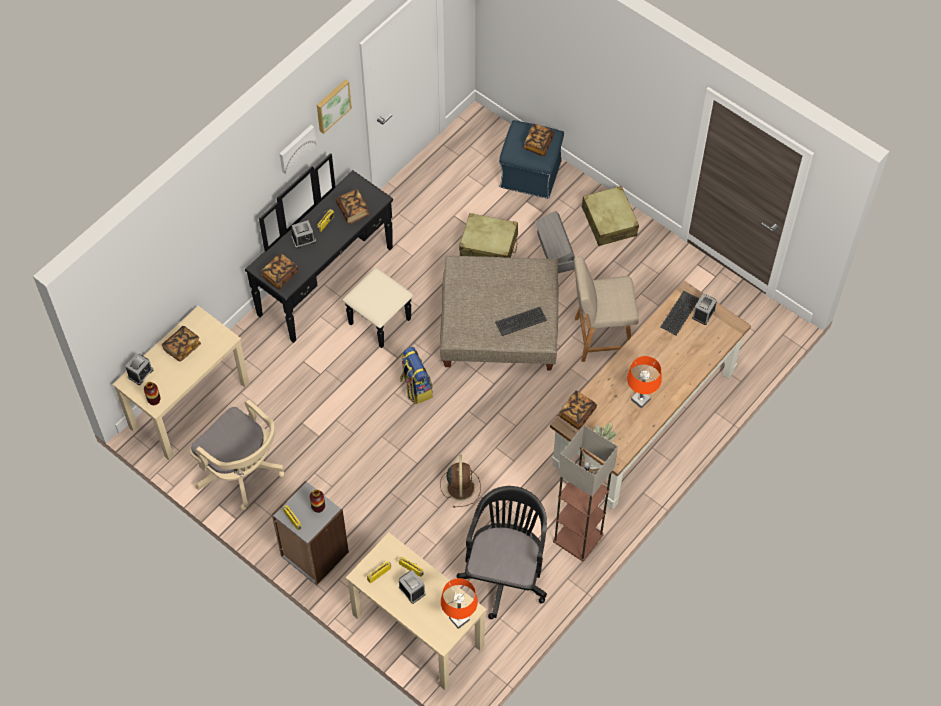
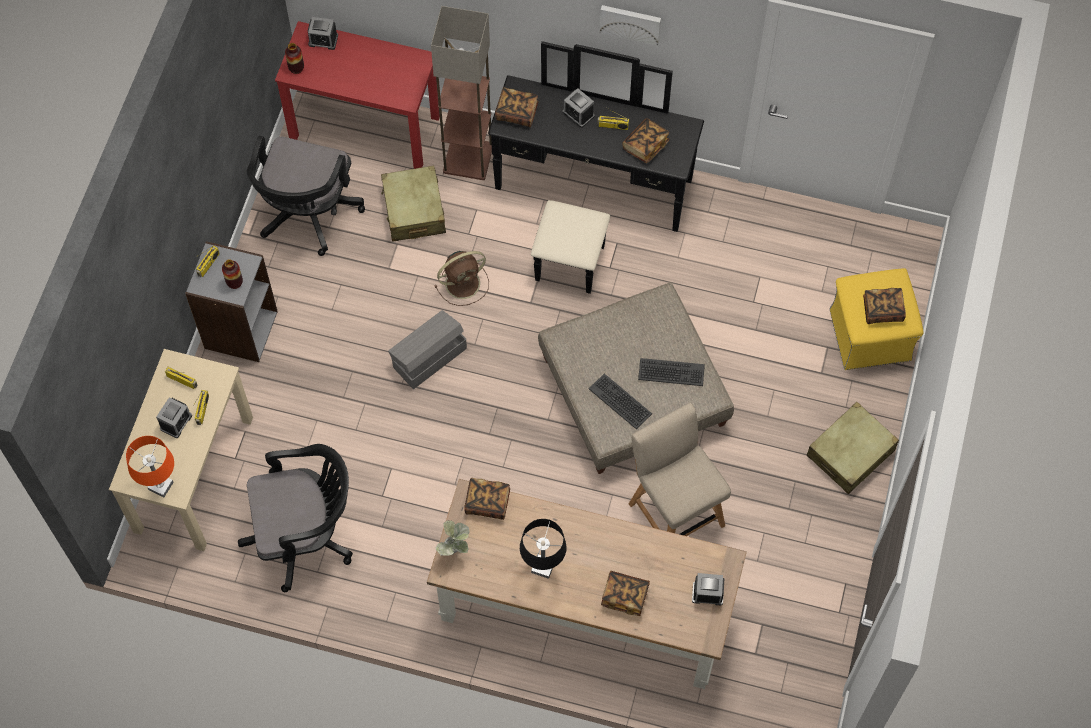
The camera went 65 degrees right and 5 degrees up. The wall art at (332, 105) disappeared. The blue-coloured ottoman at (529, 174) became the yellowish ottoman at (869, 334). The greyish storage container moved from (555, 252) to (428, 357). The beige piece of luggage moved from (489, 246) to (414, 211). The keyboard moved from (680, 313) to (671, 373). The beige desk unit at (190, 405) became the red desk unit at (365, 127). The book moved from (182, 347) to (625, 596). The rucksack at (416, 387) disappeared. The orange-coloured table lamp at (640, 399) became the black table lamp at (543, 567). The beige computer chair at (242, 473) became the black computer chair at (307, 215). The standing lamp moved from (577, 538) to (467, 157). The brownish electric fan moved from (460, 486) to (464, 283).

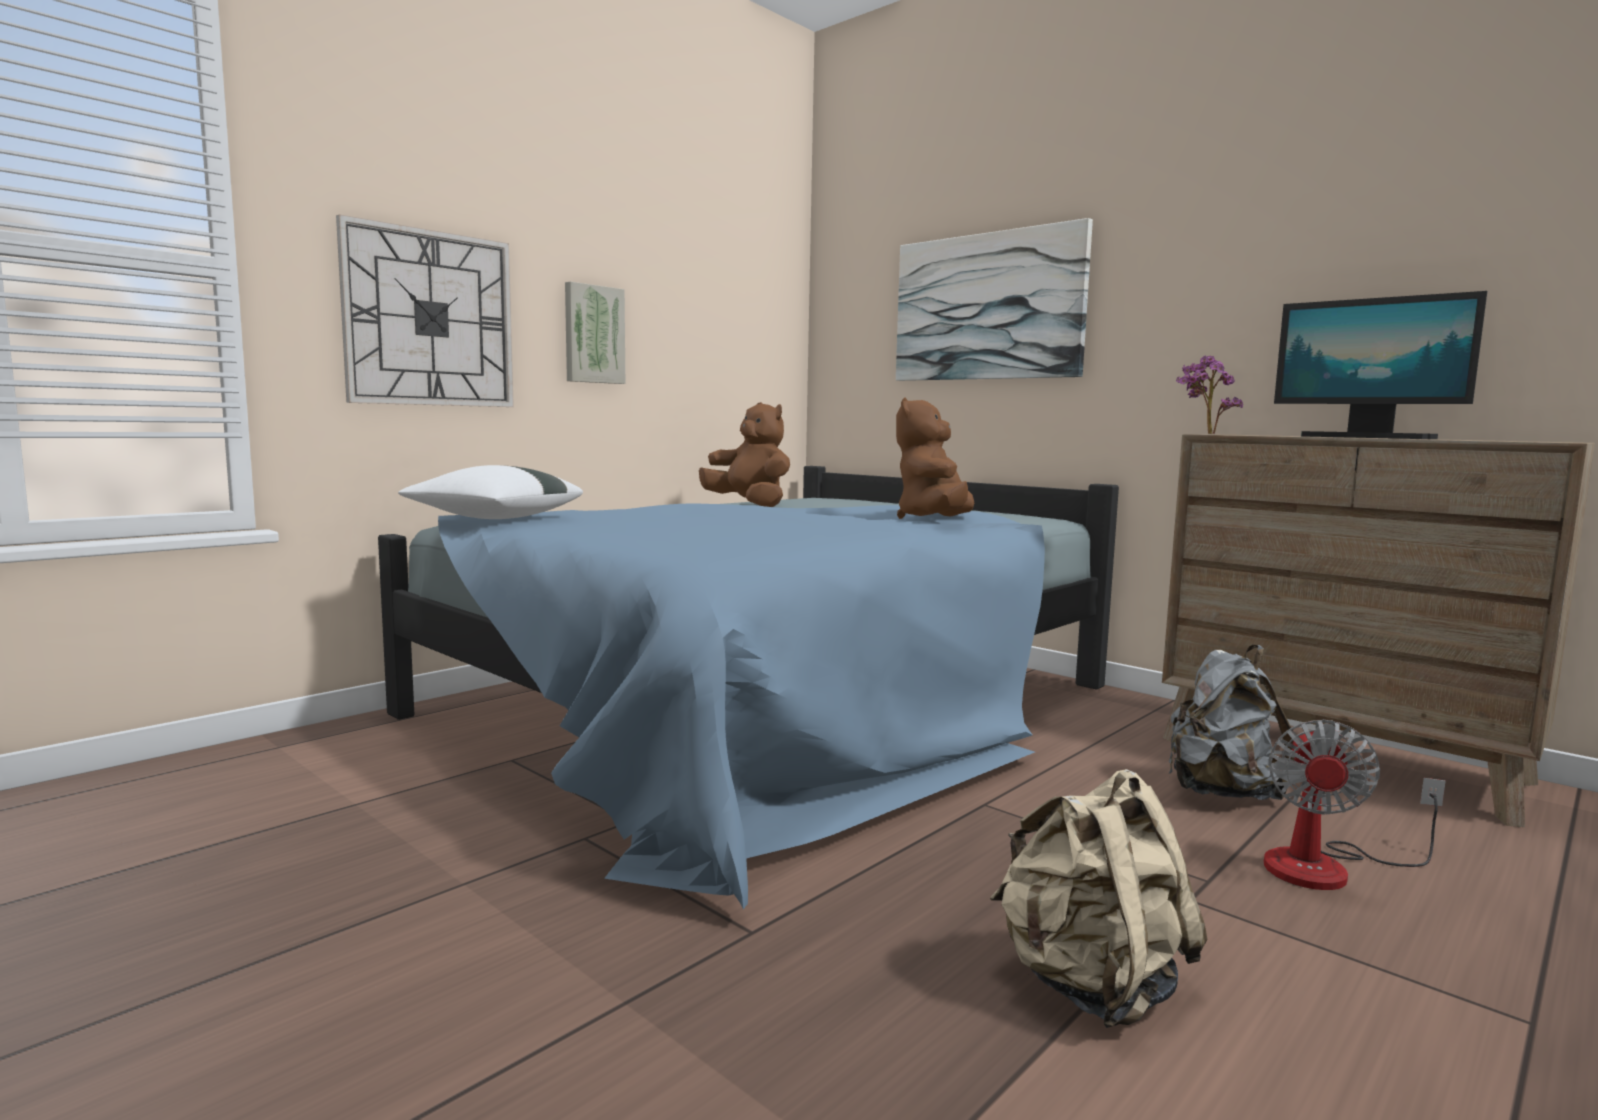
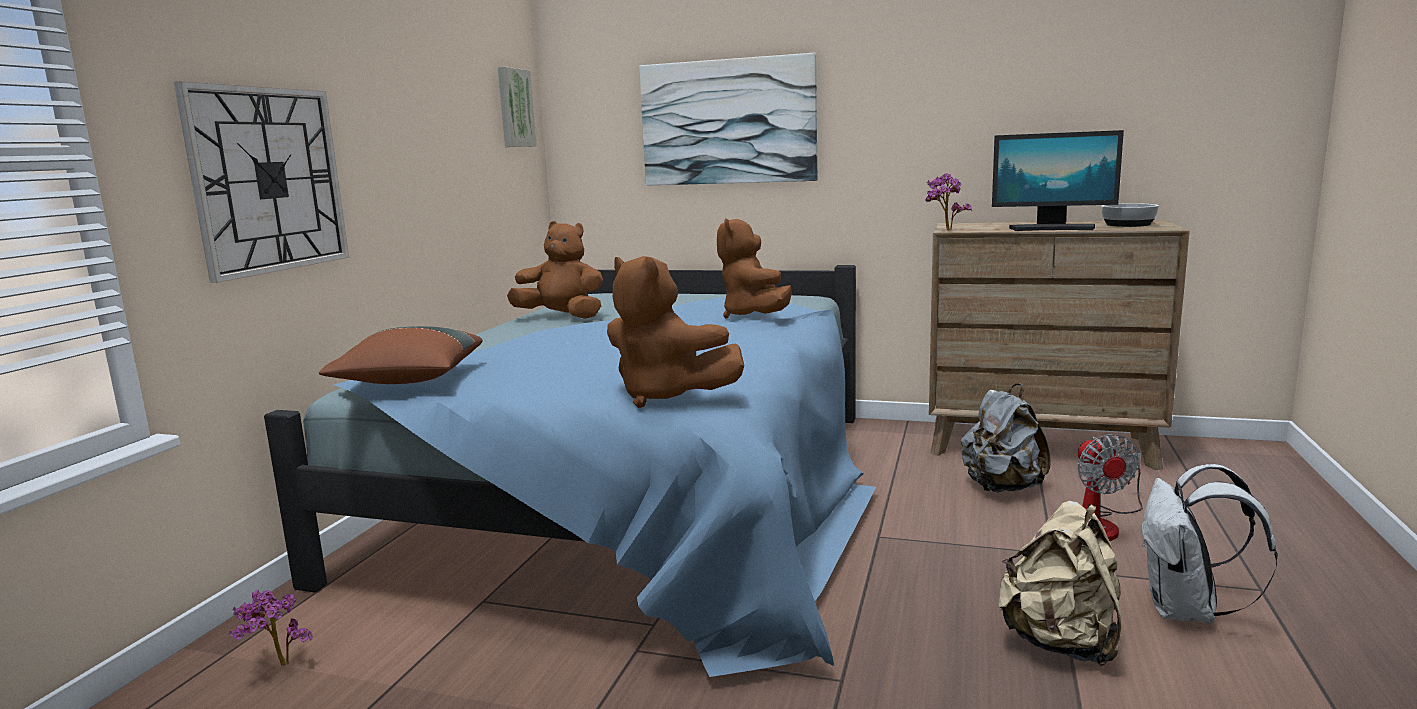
The camera went 25 degrees left and 5 degrees up. The wall art moved from (593, 334) to (514, 108). The white-coloured throw pillow at (493, 519) became the brownish throw pillow at (408, 380). The serving bowl at (1127, 224) appeared. The brownish soft toy at (666, 396) appeared. The white-coloured rucksack at (1186, 611) appeared. The potted plant at (277, 667) appeared.

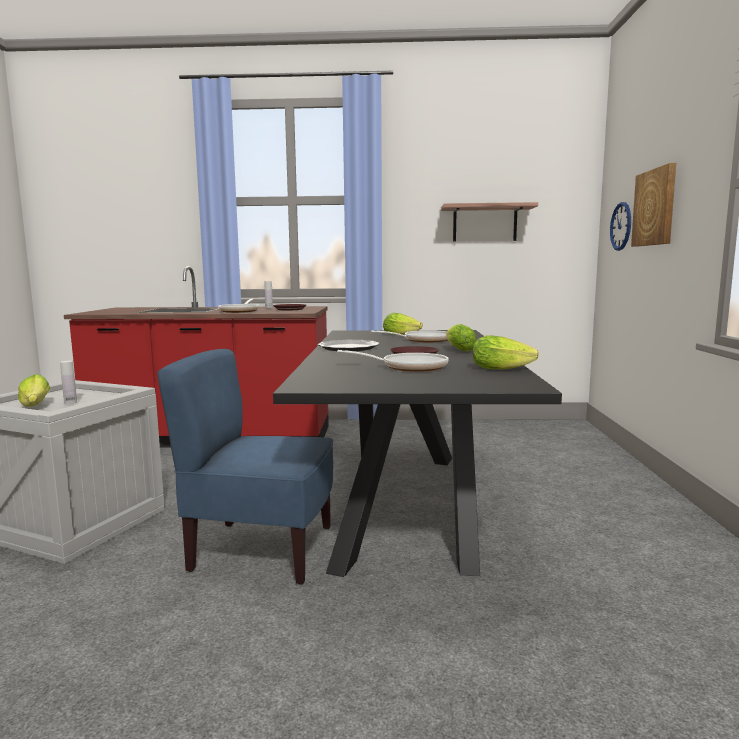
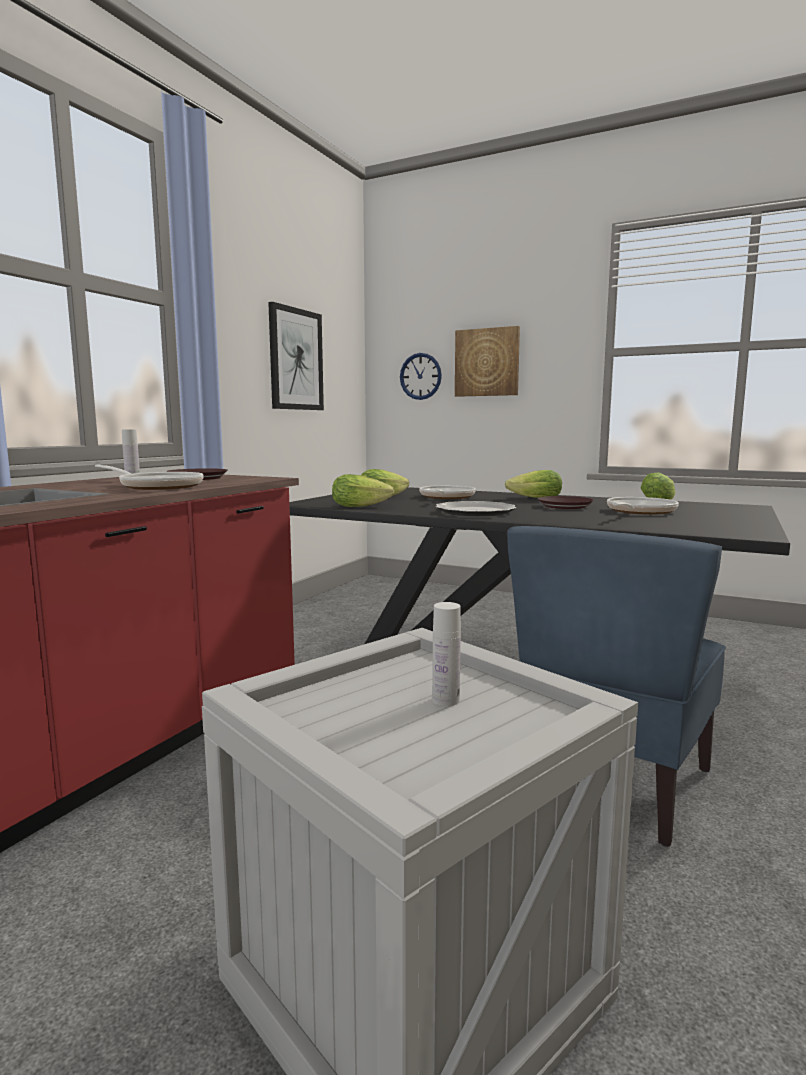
The camera went 65 degrees left and 0 degrees up. The shelf at (484, 223) was replaced by the wall art at (295, 359). The head of lettuce moved from (35, 406) to (363, 506).

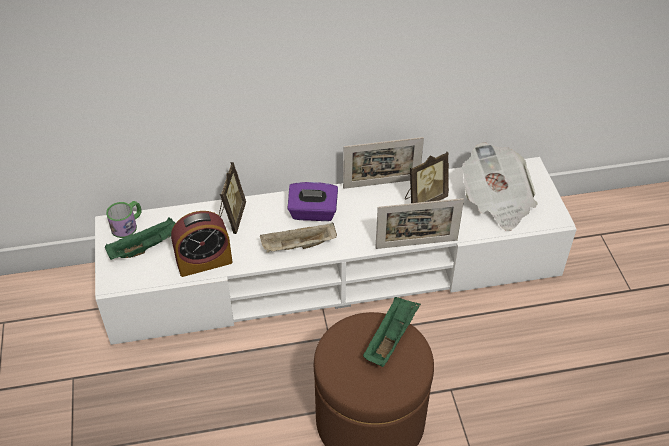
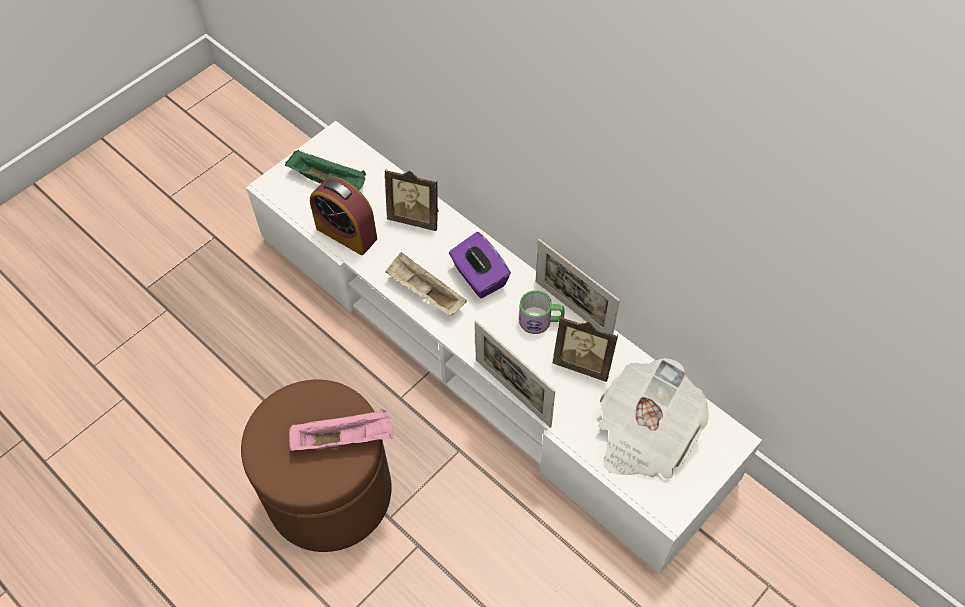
The camera went 55 degrees right and 10 degrees up. The photo frame at (230, 218) turned 45 degrees clockwise. The coffee mug moved from (128, 225) to (541, 321). The green serving tray at (390, 338) became the pinkish serving tray at (344, 438).

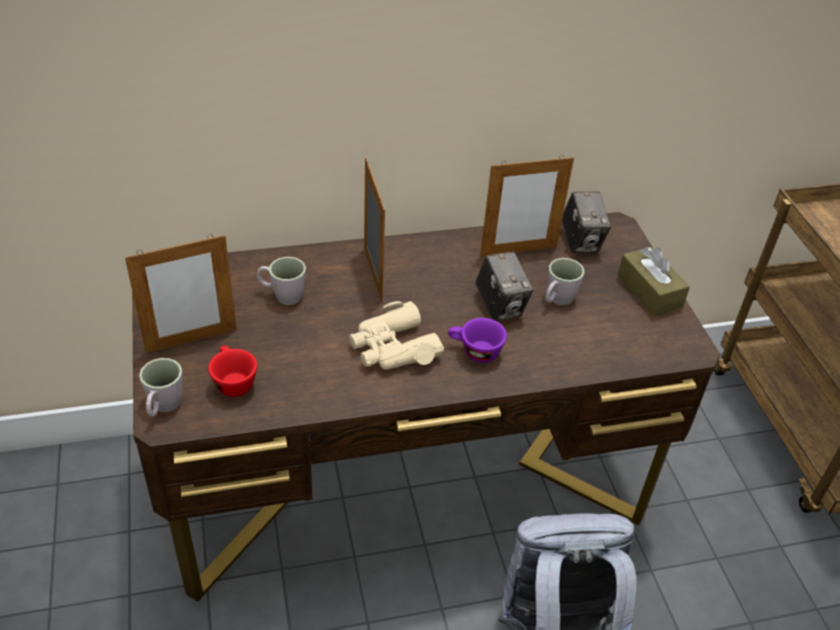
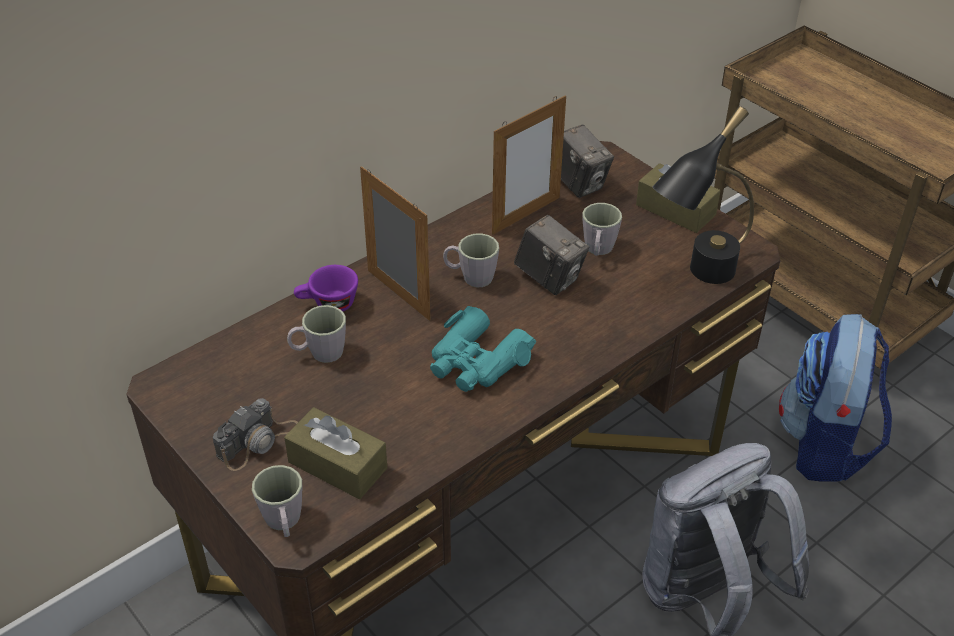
The camera went 25 degrees left and 0 degrees up. The photo frame at (191, 340) was replaced by the photo camera at (258, 441). The beige field glasses at (393, 348) became the blue-green field glasses at (476, 362). The purple-coloured small cup moved from (474, 352) to (328, 305). The red small cup at (232, 381) was replaced by the brownish tissue holder at (337, 465). The black table lamp at (697, 278) appeared. The greyish coffee mug at (470, 277) appeared. The rucksack at (825, 444) appeared.

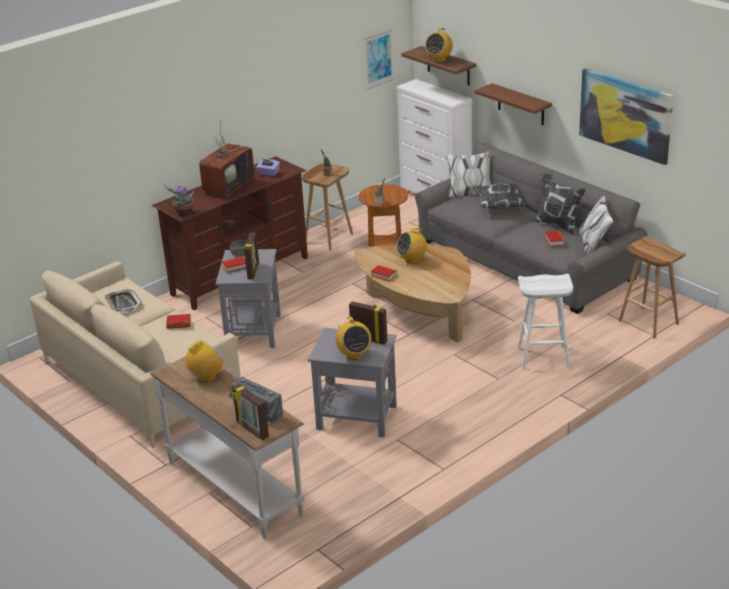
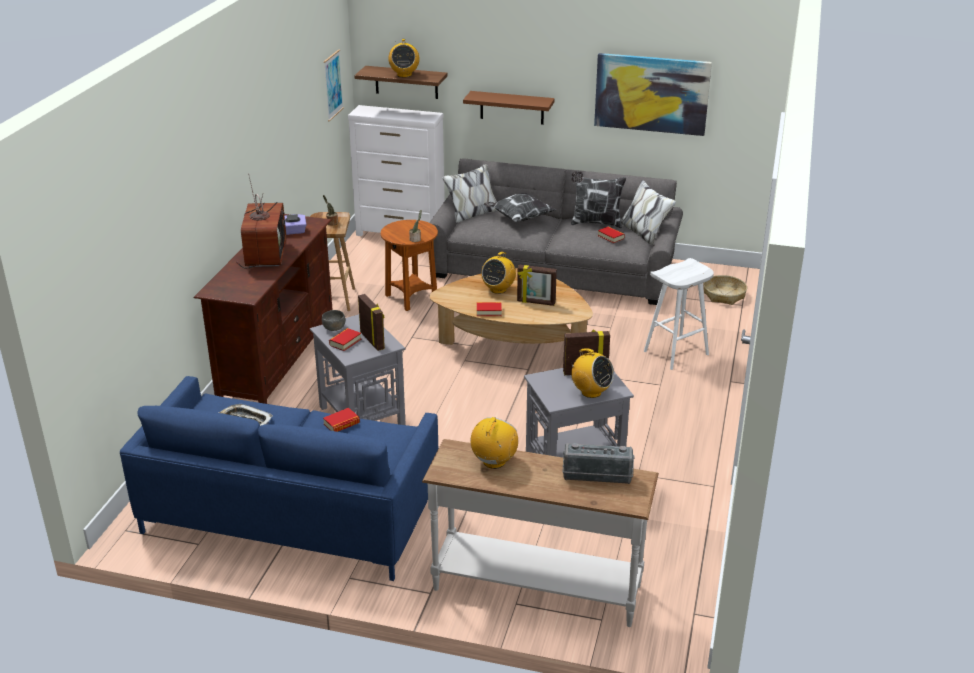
The camera went 35 degrees left and 0 degrees up. The potted plant at (183, 213) disappeared. The brownish stool seat at (647, 322) was replaced by the basket at (723, 295). The beige couch at (140, 381) became the blue-coloured couch at (290, 513). The photo frame moved from (252, 430) to (536, 302).

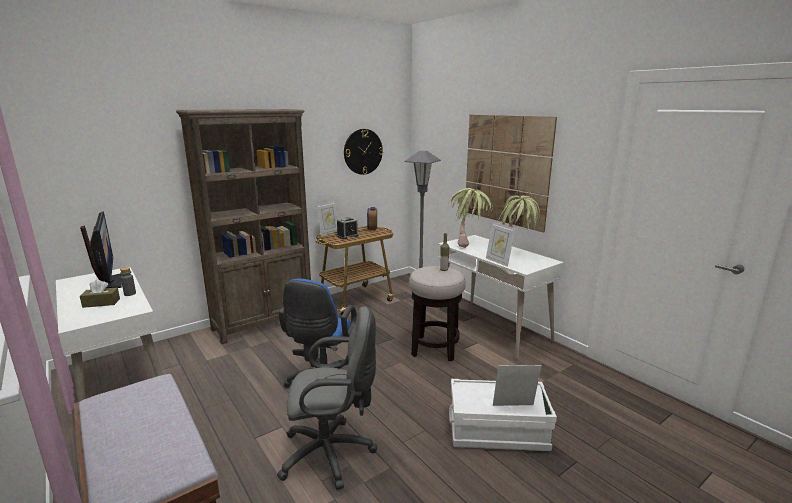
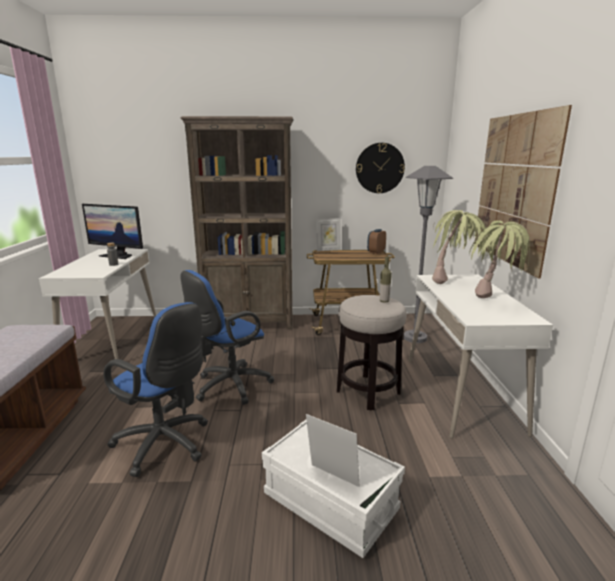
The camera went 35 degrees right and 0 degrees up. The computer screen at (109, 282) turned 105 degrees clockwise. The bedside clock at (347, 236) disappeared. The photo frame at (498, 261) disappeared. The brownish tissue holder at (101, 303) disappeared. The greyish computer chair at (332, 453) became the blue-coloured computer chair at (166, 445).

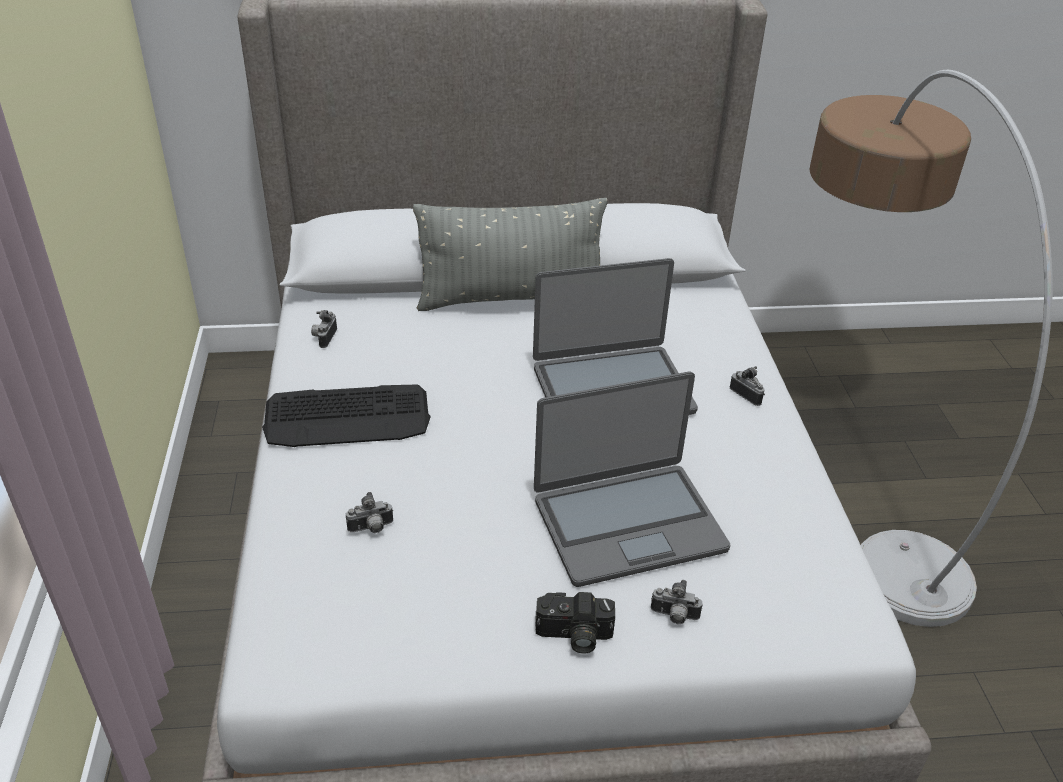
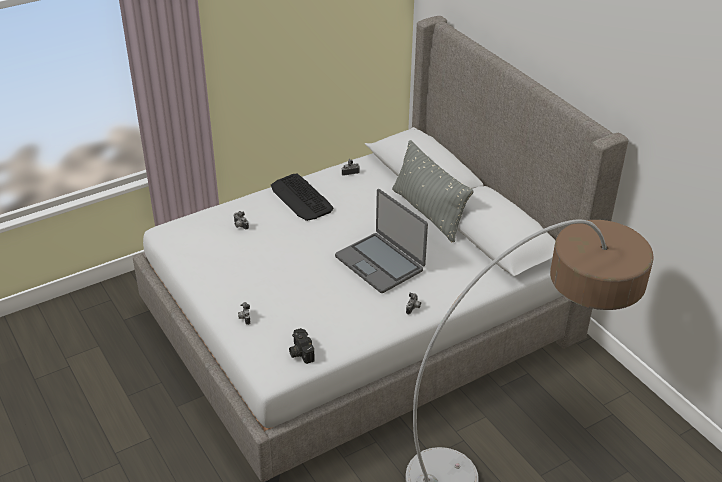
The camera went 65 degrees right and 0 degrees up. The portable computer at (628, 523) disappeared. The photo camera moved from (573, 636) to (300, 352).

